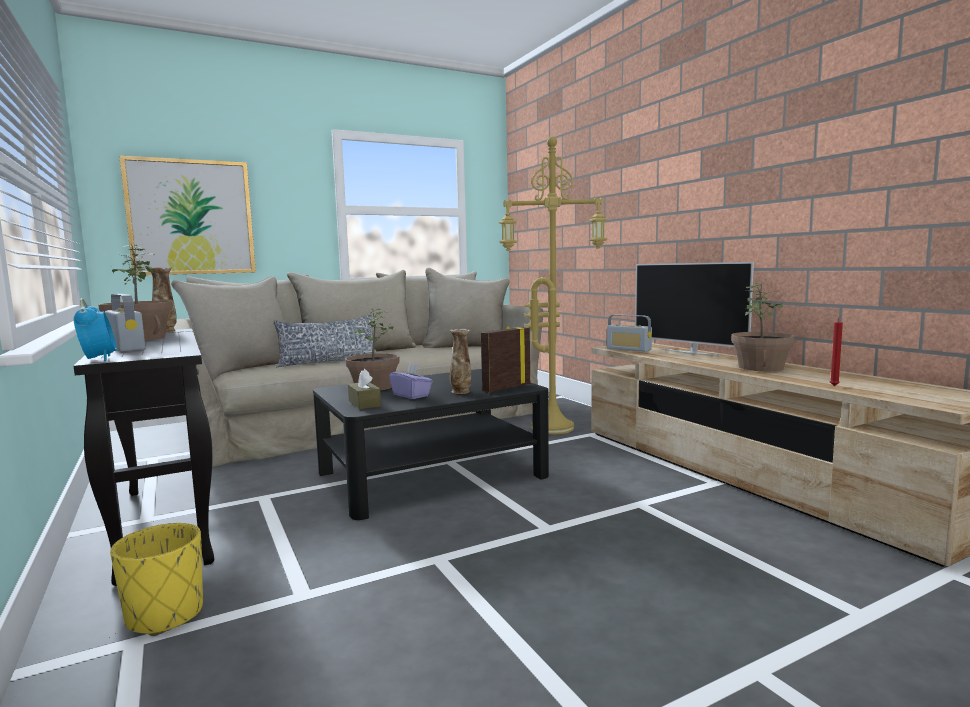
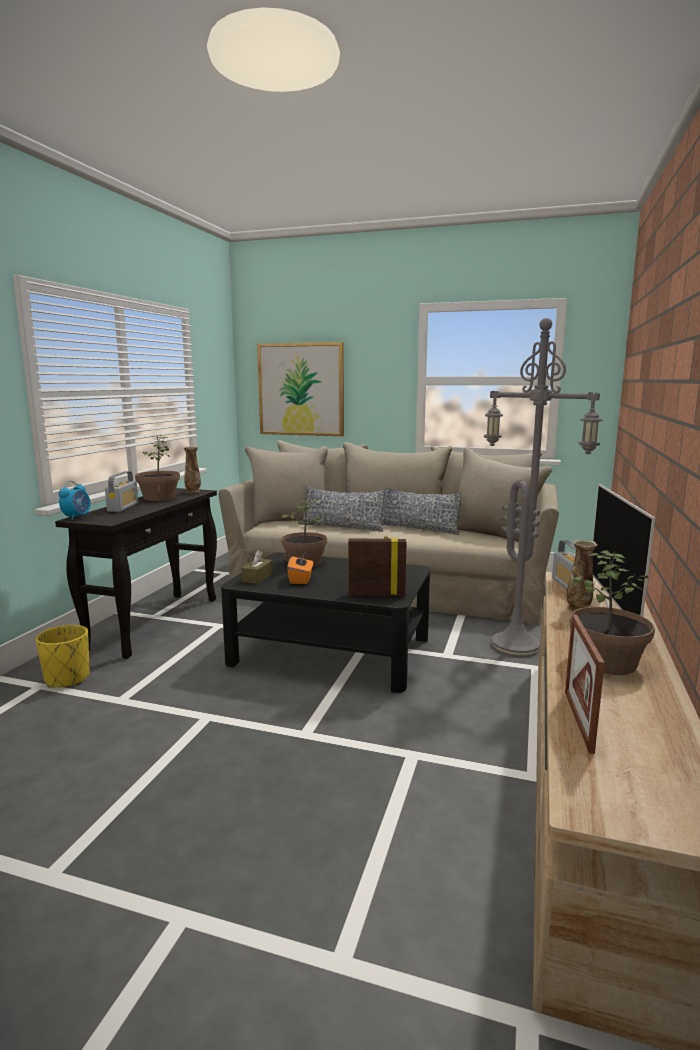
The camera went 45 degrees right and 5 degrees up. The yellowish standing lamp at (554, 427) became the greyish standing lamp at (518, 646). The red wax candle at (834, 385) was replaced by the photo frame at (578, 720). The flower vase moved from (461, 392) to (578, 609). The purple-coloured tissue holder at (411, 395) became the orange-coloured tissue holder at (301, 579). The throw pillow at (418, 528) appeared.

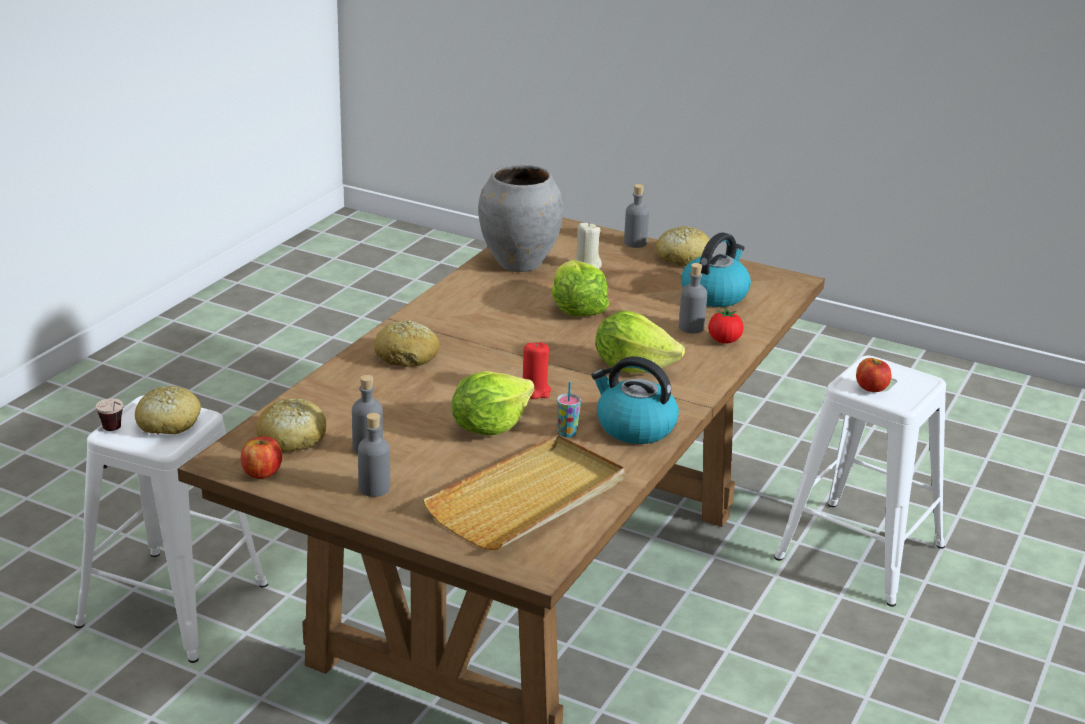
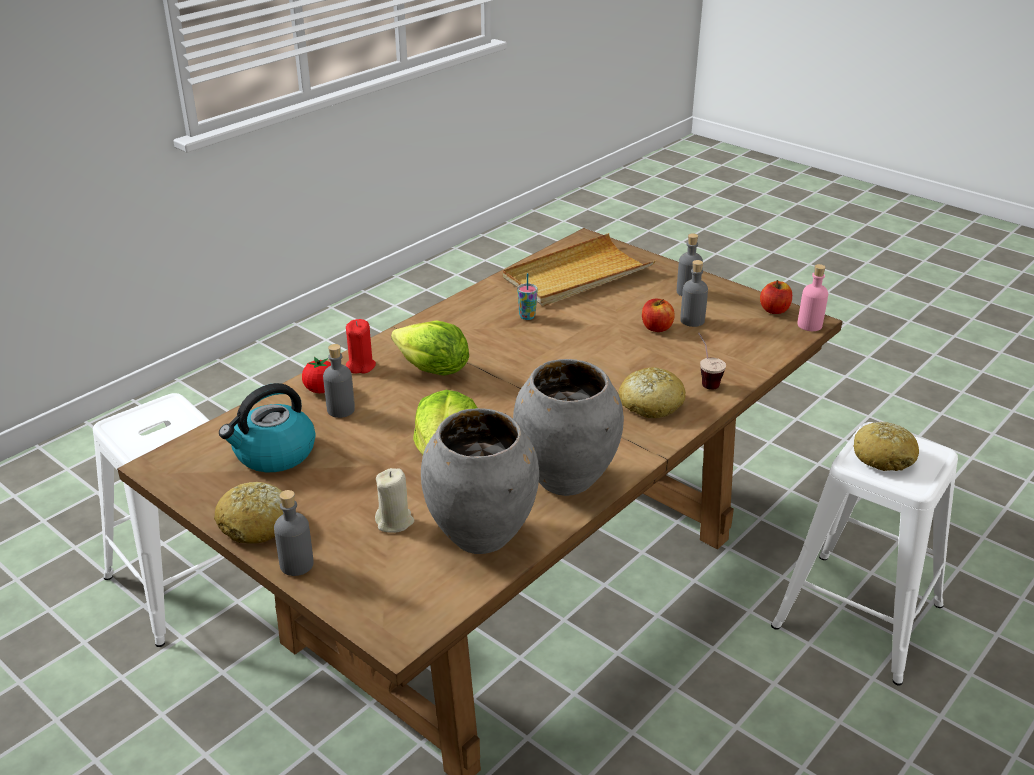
The camera went 165 degrees left and 5 degrees up. The red wax candle moved from (535, 391) to (360, 366). The water kettle at (634, 427) disappeared. The whole apple moved from (871, 388) to (656, 328). The head of lettuce at (489, 427) disappeared. The small cup moved from (115, 432) to (705, 380). The baked bread at (292, 439) disappeared. The pinkish bottle at (809, 325) appeared. The greyish flower vase at (566, 479) appeared.

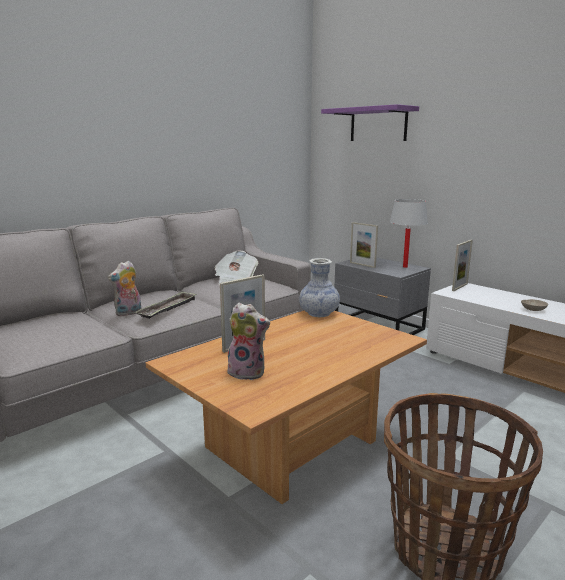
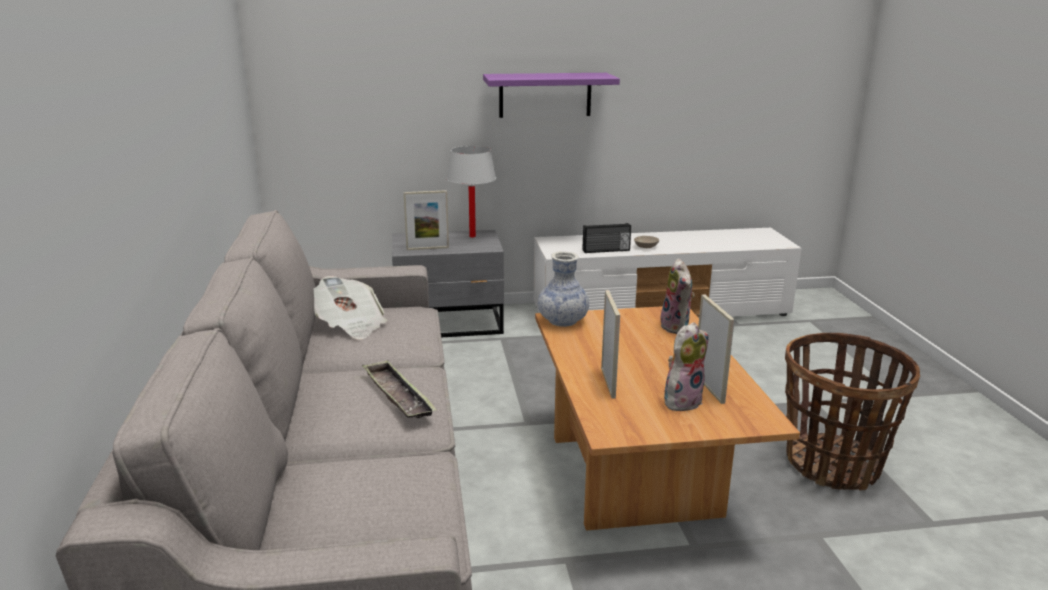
The camera went 55 degrees left and 5 degrees up. The purple-coloured shelf moved from (378, 124) to (545, 95). The photo frame moved from (459, 287) to (708, 388). The soft toy moved from (128, 313) to (677, 327). The radio at (606, 250) appeared.

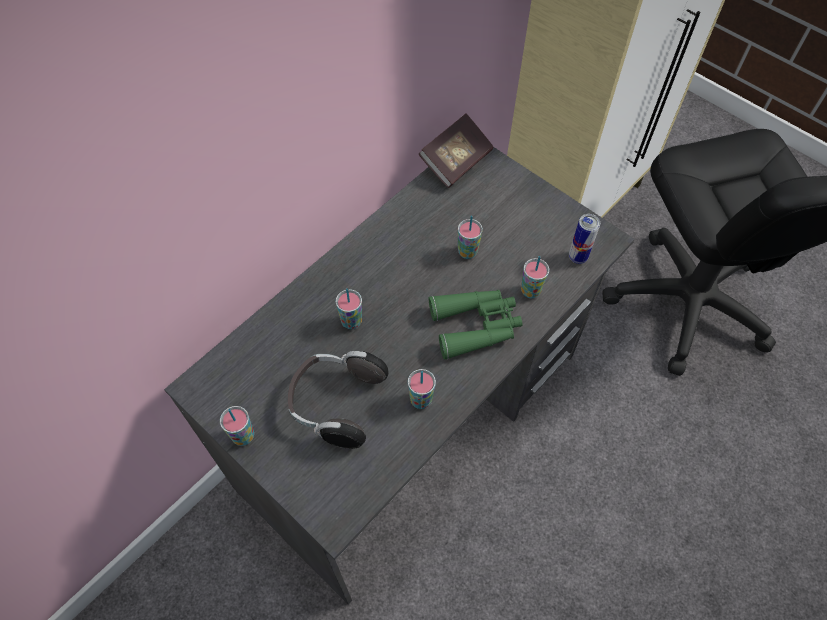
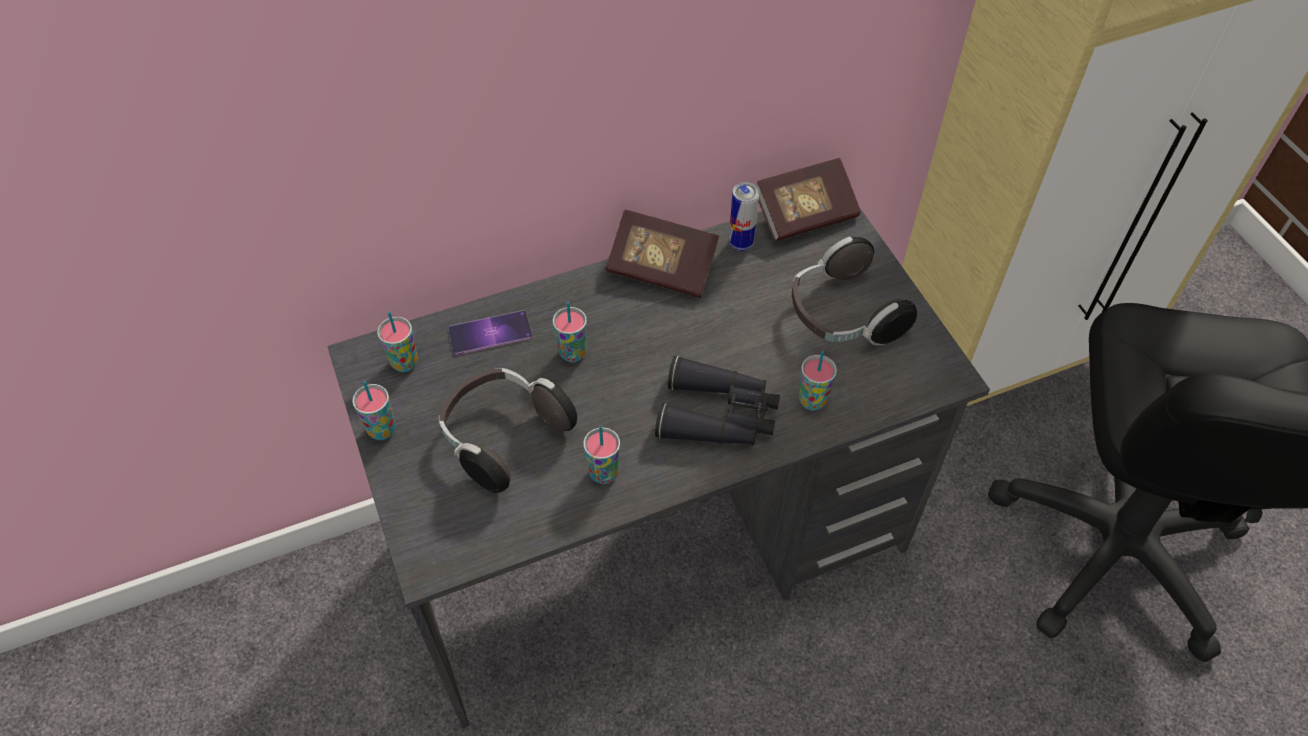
The camera went 25 degrees right and 5 degrees down. The sealed can moved from (577, 257) to (741, 244). The small cup moved from (467, 252) to (404, 363). The green field glasses at (476, 326) became the black field glasses at (719, 415). The book at (661, 269) appeared. The headphones at (842, 315) appeared. The handset at (490, 333) appeared.

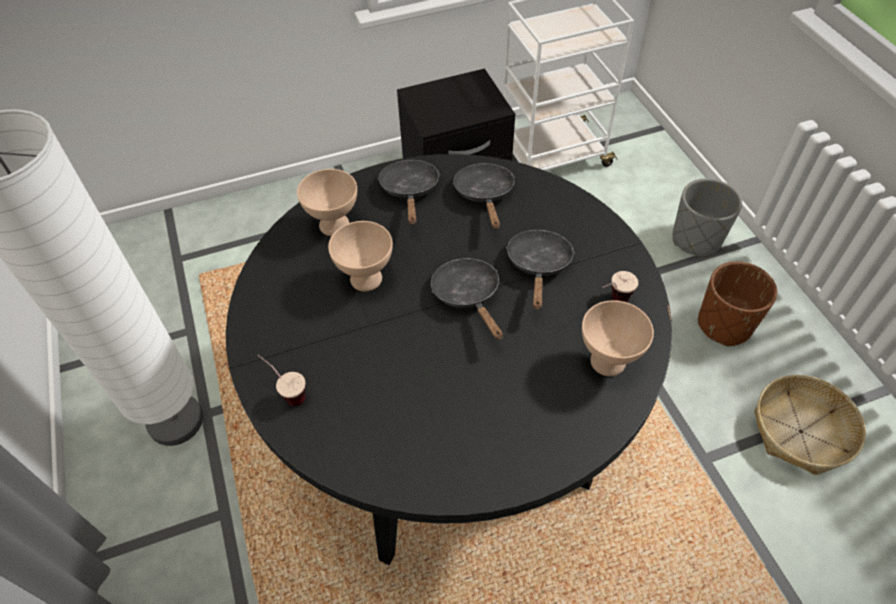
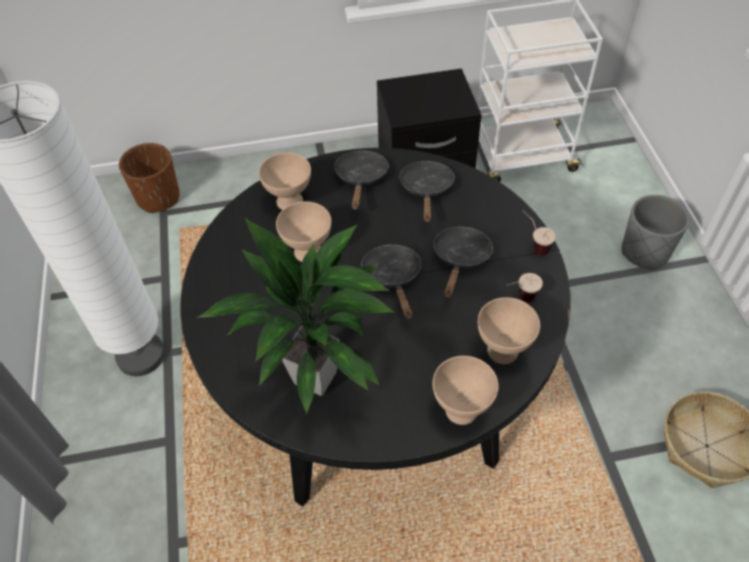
The camera went 10 degrees right and 0 degrees up. The brownish flower pot moved from (724, 325) to (158, 197). The small cup moved from (287, 392) to (533, 245). The potted plant at (317, 379) appeared. The beige serving bowl at (460, 410) appeared.

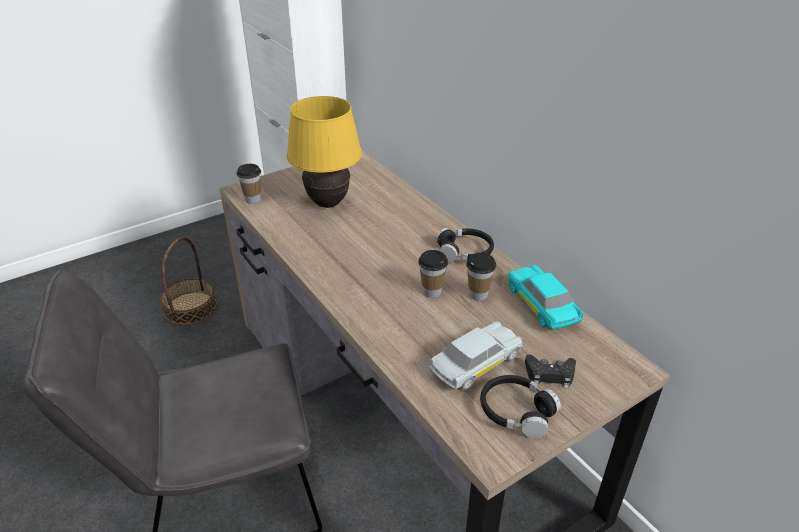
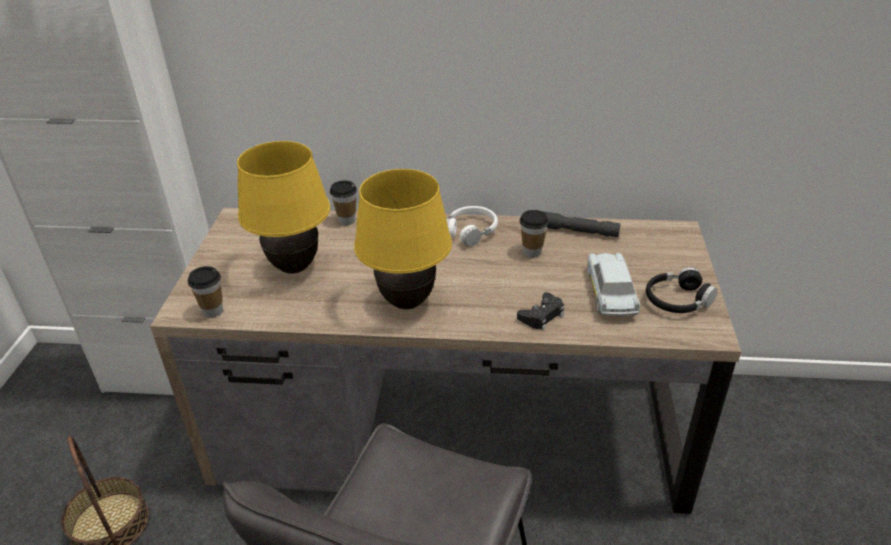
The camera went 50 degrees left and 0 degrees up. The black headphones at (464, 252) became the white-coloured headphones at (470, 231). The small cup moved from (432, 292) to (347, 220). The blue-green model car at (541, 305) was replaced by the greyish flashlight at (577, 231). The black joypad moved from (550, 375) to (542, 316). The yellowish table lamp at (406, 302) appeared.

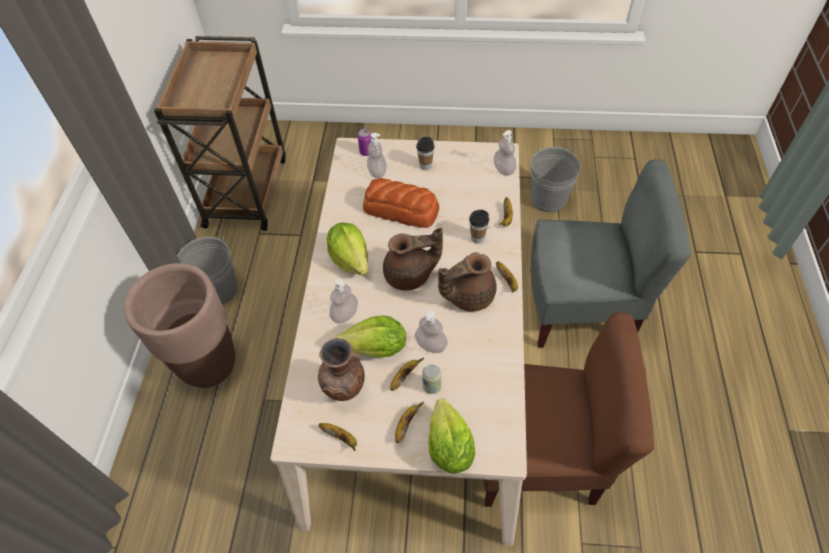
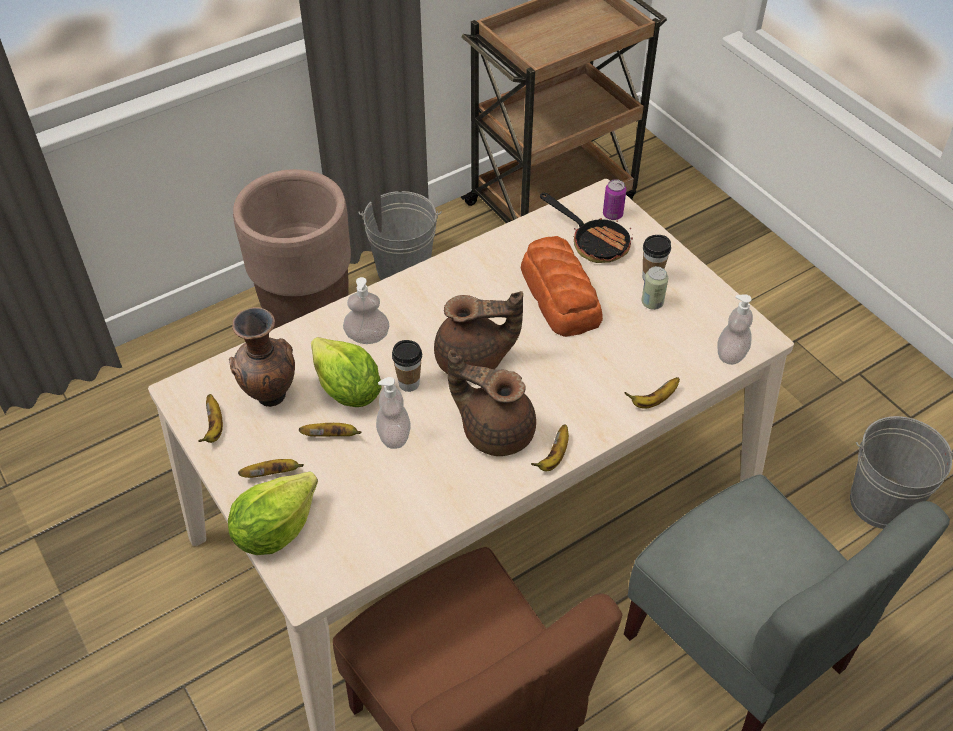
The camera went 50 degrees right and 5 degrees down. The soap bottle at (377, 172) was replaced by the frying pan at (593, 242). The small cup moved from (477, 238) to (409, 383). The head of lettuce at (350, 259) disappeared. The brownish teapot at (410, 275) turned 45 degrees counterclockwise. The sealed can moved from (431, 387) to (652, 303).

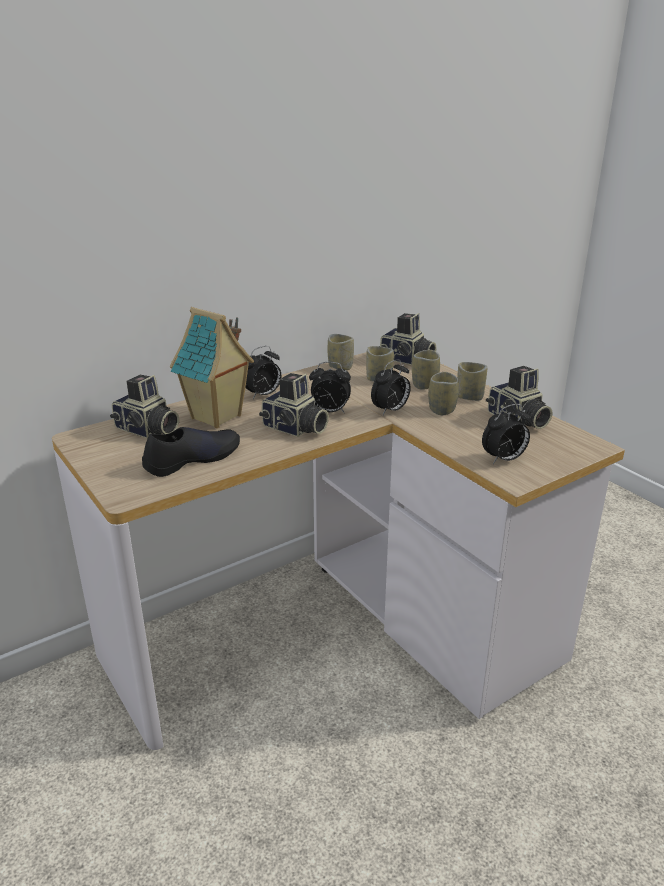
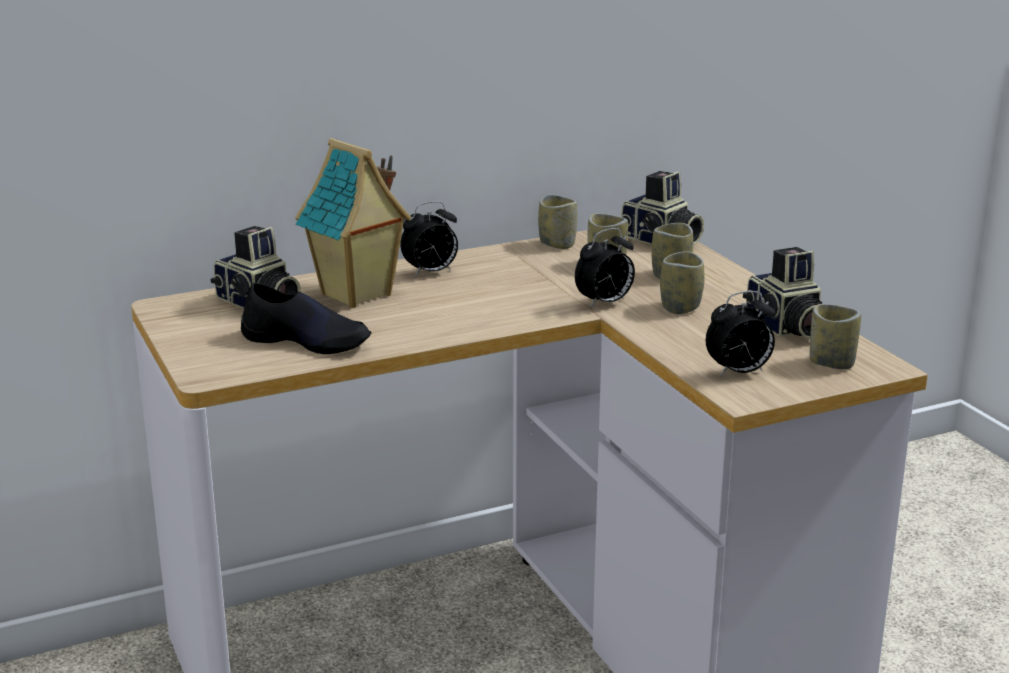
The camera went 10 degrees right and 5 degrees down. The bedside clock at (329, 412) disappeared. The small cup moved from (469, 397) to (831, 363). The photo camera at (294, 429) disappeared. The black shoe at (192, 459) turned 45 degrees clockwise.

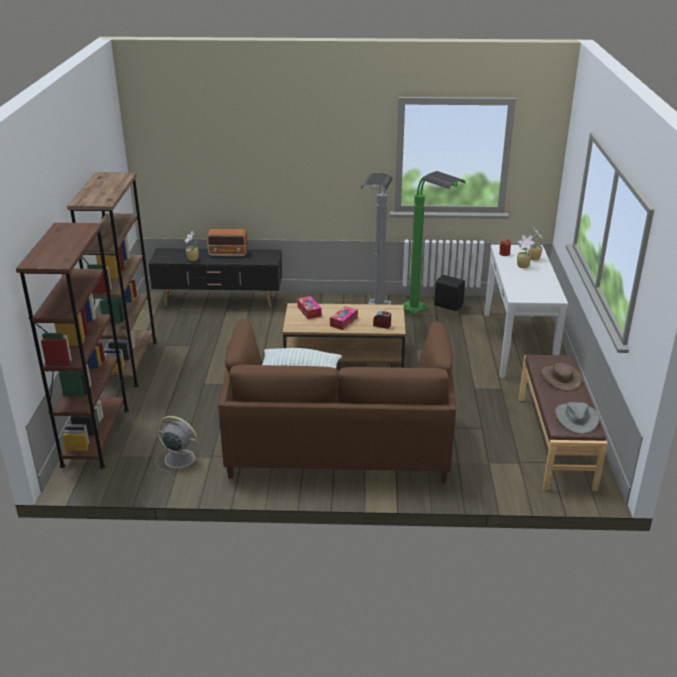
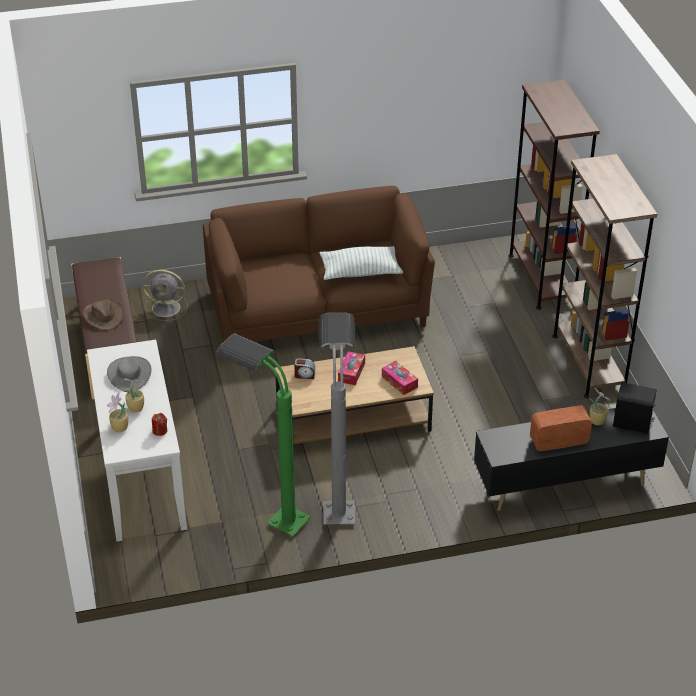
The camera went 165 degrees right and 10 degrees up. The black loudspeaker moved from (448, 305) to (632, 424). The greyish hat moved from (576, 418) to (129, 374). The greyish electric fan moved from (178, 458) to (167, 308).

